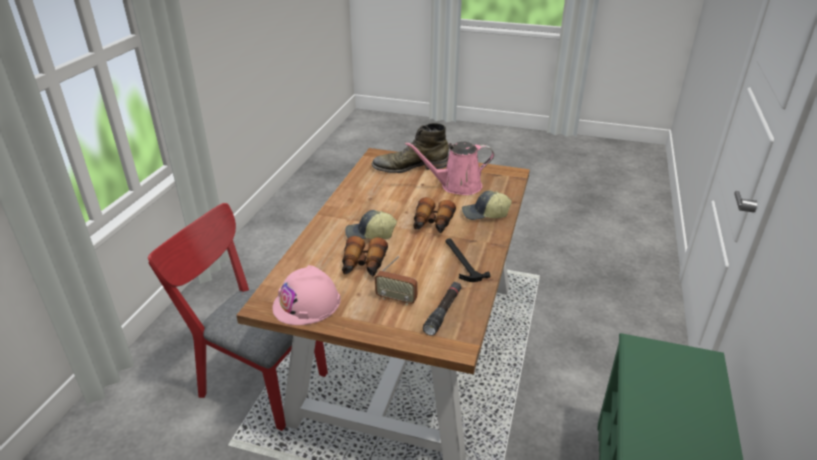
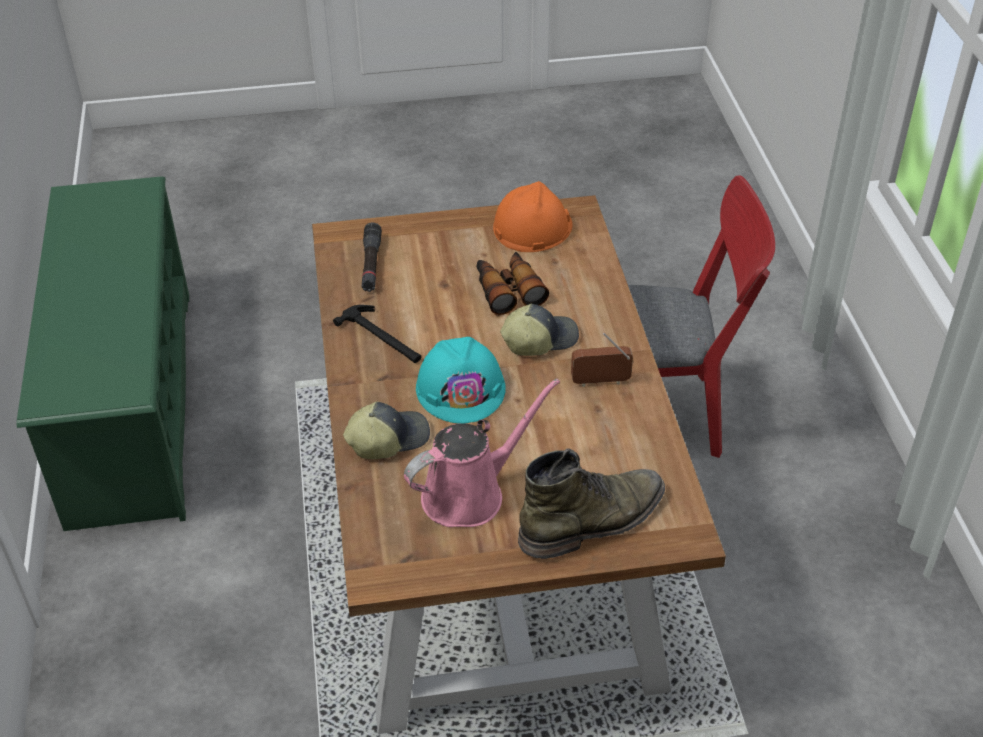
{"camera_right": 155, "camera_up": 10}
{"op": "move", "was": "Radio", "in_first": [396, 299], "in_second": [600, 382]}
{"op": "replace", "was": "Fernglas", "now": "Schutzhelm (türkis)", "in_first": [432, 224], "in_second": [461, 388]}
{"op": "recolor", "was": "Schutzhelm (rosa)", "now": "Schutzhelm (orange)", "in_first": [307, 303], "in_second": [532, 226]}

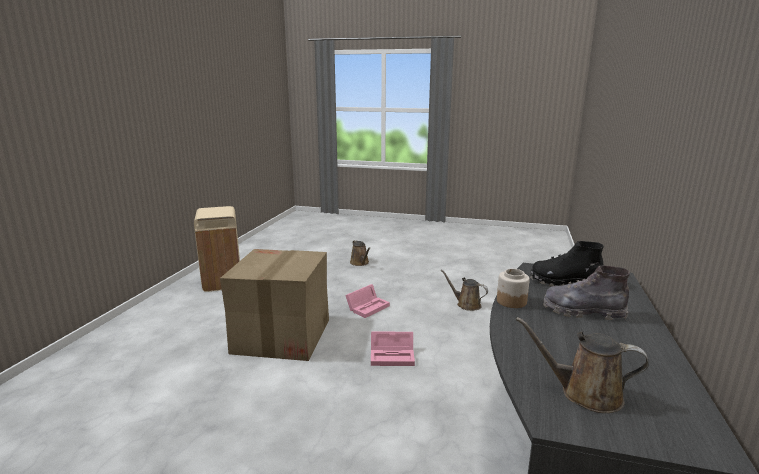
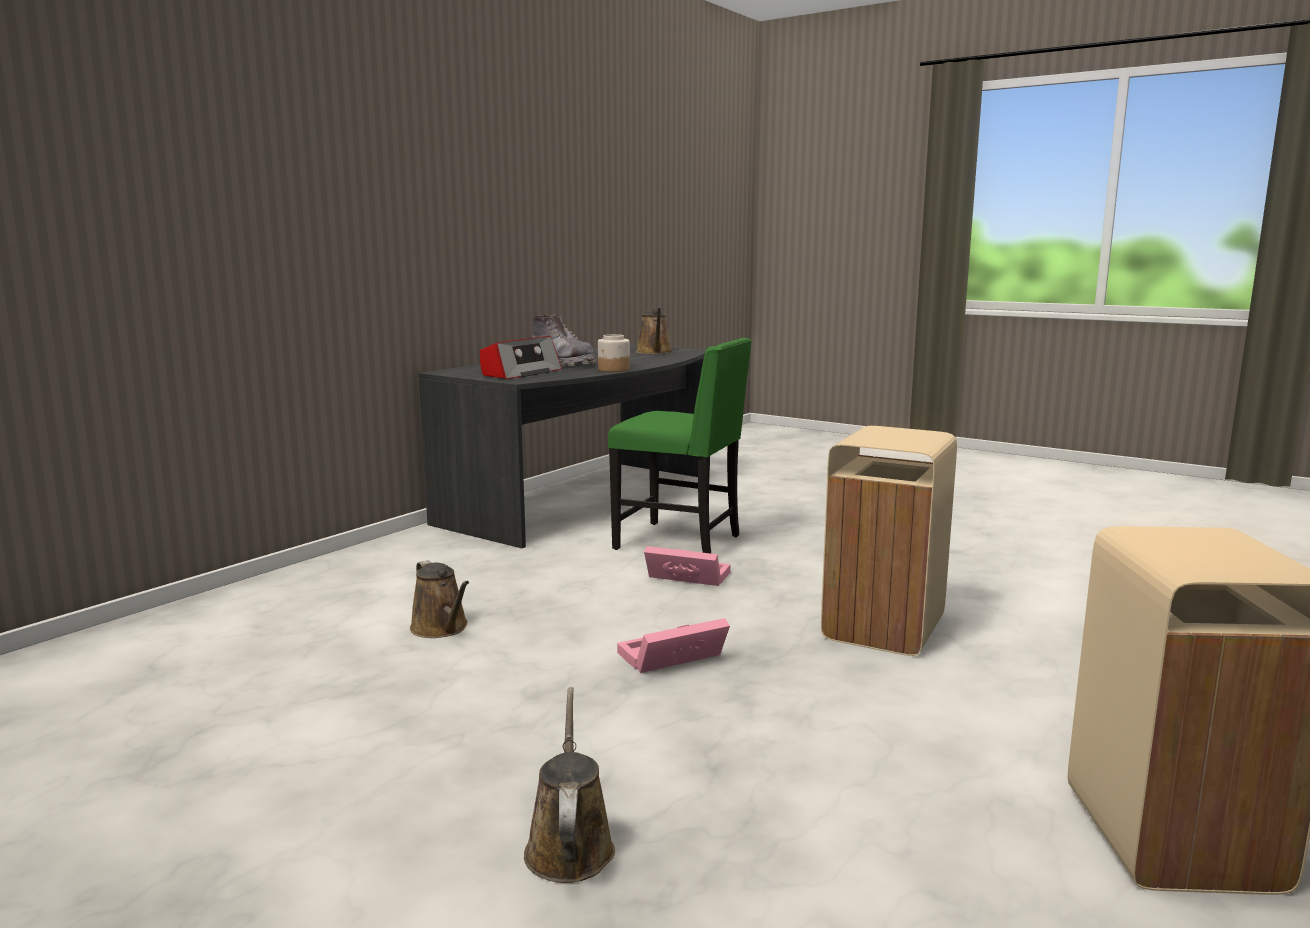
{"camera_right": -160, "camera_up": -5}
{"op": "insert", "now": "Stuhl (grün)", "in_second": [681, 542]}
{"op": "replace", "was": "Karton", "now": "Mülleimer (beige)", "in_first": [281, 336], "in_second": [885, 628]}
{"op": "replace", "was": "Stiefel (schwarz)", "now": "Radio", "in_first": [564, 282], "in_second": [520, 373]}
{"op": "rotate", "was": "Gießkanne (braun)", "in_first": [584, 393], "in_second": [654, 352], "clockwise": 45}

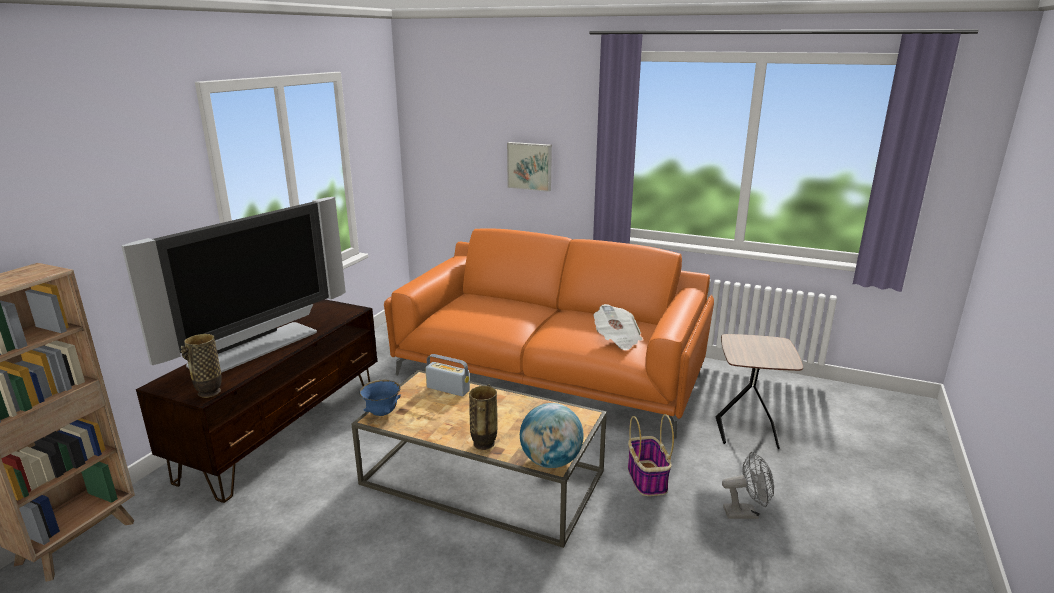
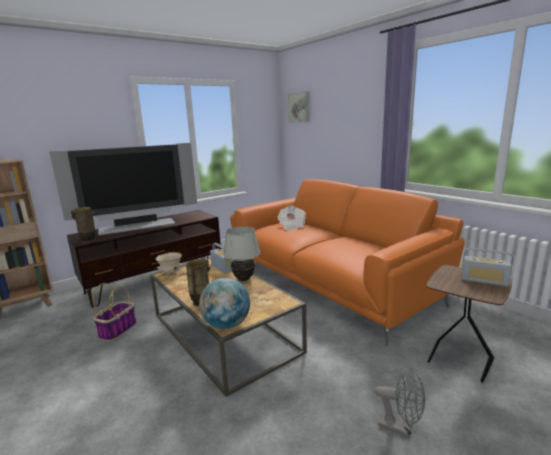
{"camera_right": 30, "camera_up": -5}
{"op": "insert", "now": "Tischlampe (weiß)", "in_second": [244, 279]}
{"op": "insert", "now": "Radio", "in_second": [484, 281]}
{"op": "move", "was": "Bild", "in_first": [530, 166], "in_second": [299, 107]}
{"op": "move", "was": "Zeitung", "in_first": [617, 339], "in_second": [291, 226]}
{"op": "move", "was": "Korb", "in_first": [646, 478], "in_second": [118, 329]}
{"op": "recolor", "was": "Schüssel (blau)", "now": "Schüssel (beige)", "in_first": [382, 413], "in_second": [171, 273]}

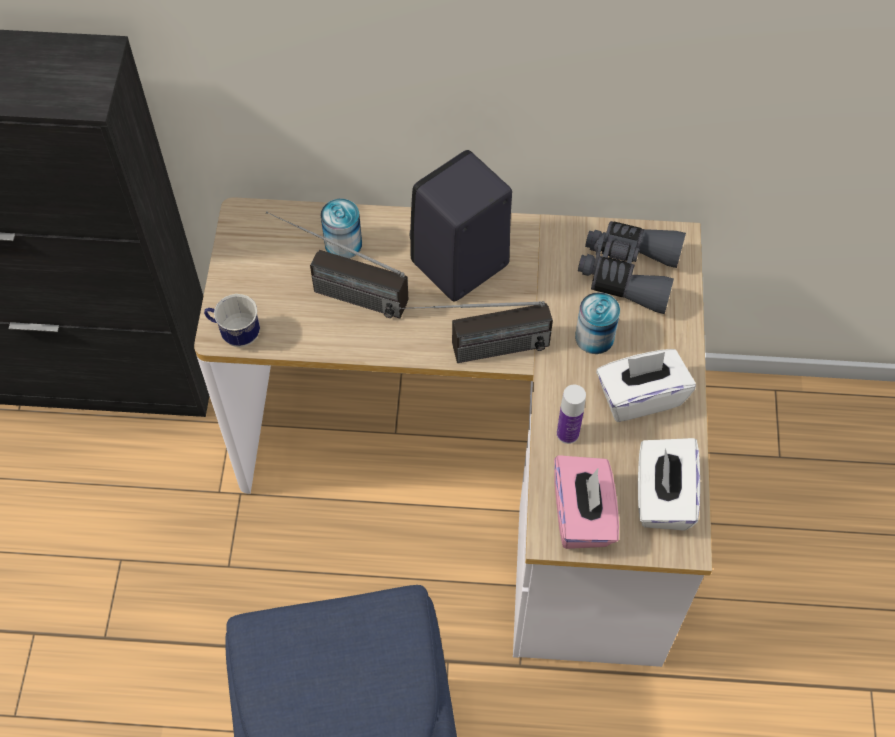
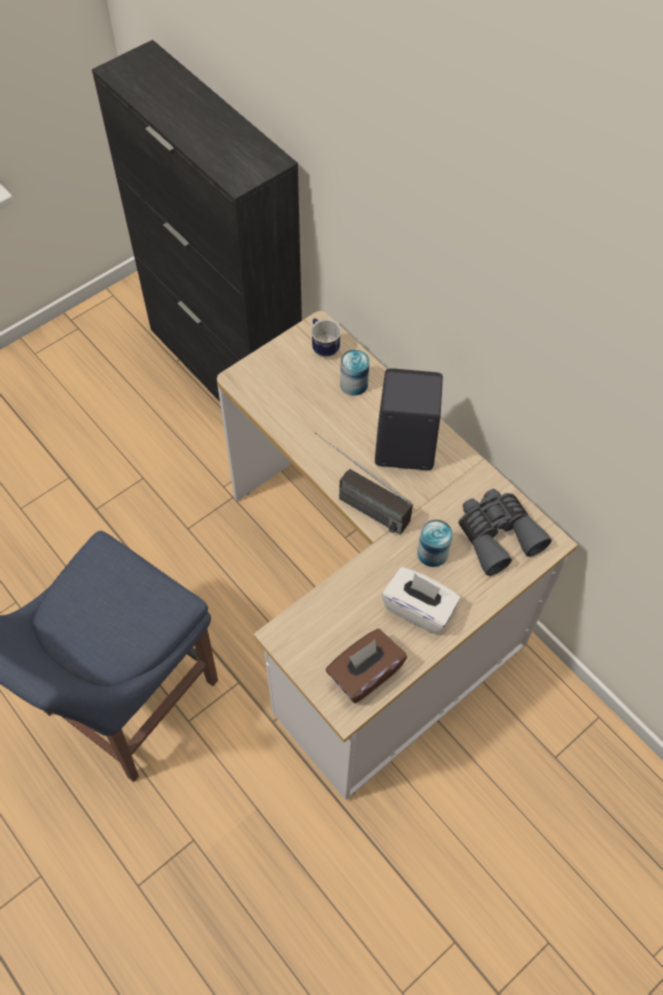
{"camera_right": 45, "camera_up": 0}
{"op": "delete", "was": "Radio", "in_first": [336, 291]}
{"op": "delete", "was": "Taschentuchbox (rosa)", "in_first": [583, 515]}
{"op": "delete", "was": "Flasche", "in_first": [567, 433]}
{"op": "move", "was": "Henkelbecher", "in_first": [235, 334], "in_second": [323, 347]}
{"op": "recolor", "was": "Taschentuchbox (weiß)", "now": "Taschentuchbox (braun)", "in_first": [662, 497], "in_second": [364, 673]}

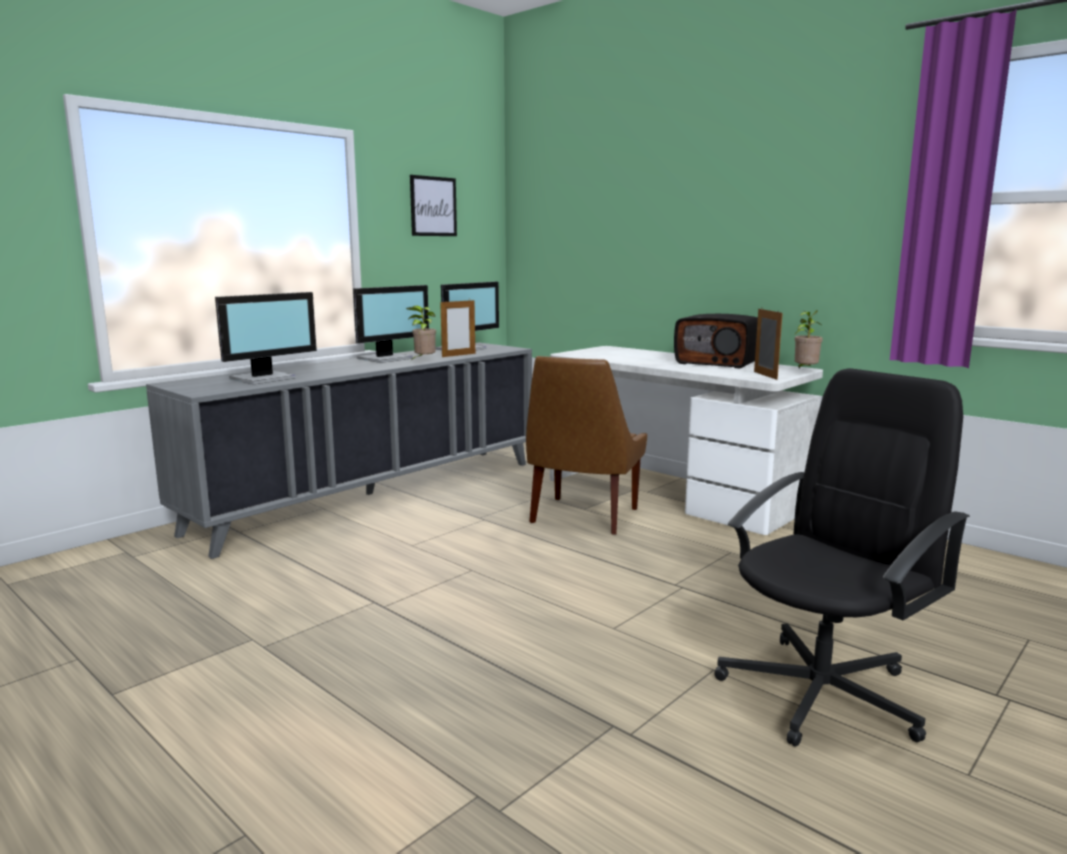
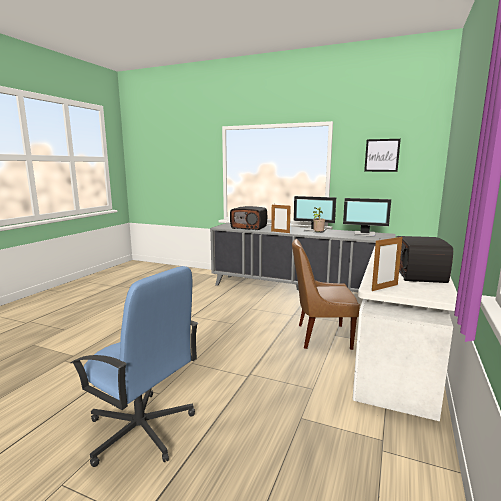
{"camera_right": 70, "camera_up": 0}
{"op": "delete", "was": "Topfpflanze", "in_first": [805, 371]}
{"op": "move", "was": "Bilderrahmen", "in_first": [458, 355], "in_second": [280, 232]}
{"op": "replace", "was": "Monitor", "now": "Radio", "in_first": [265, 378], "in_second": [249, 227]}
{"op": "recolor", "was": "Bürostuhl (schwarz)", "now": "Bürostuhl (blau)", "in_first": [823, 692], "in_second": [141, 430]}

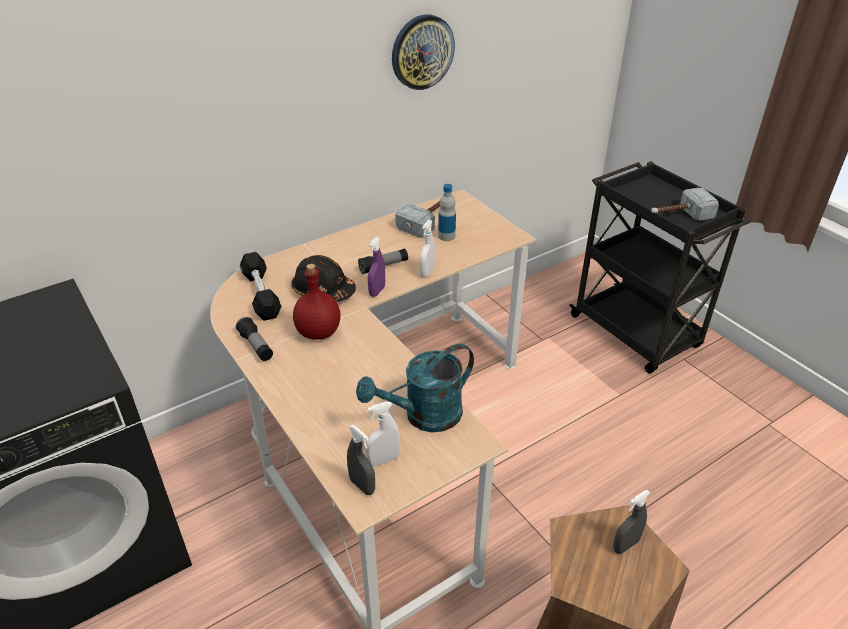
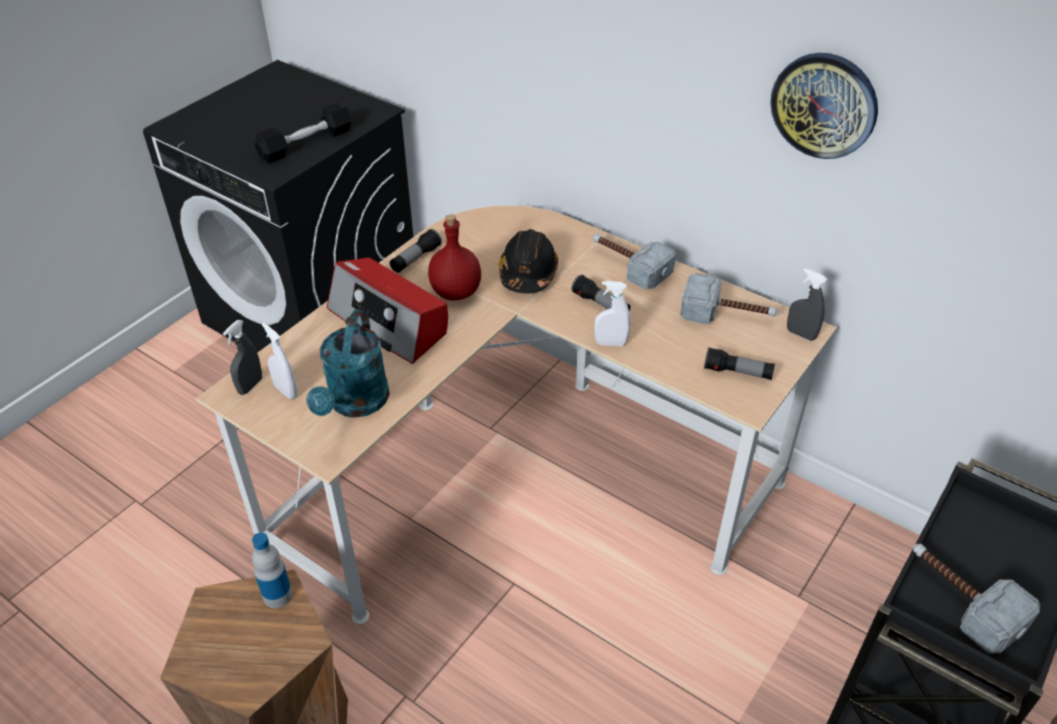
{"camera_right": 70, "camera_up": 5}
{"op": "delete", "was": "Sprühflasche (lila)", "in_first": [377, 291]}
{"op": "insert", "now": "Radio", "in_second": [389, 322]}
{"op": "insert", "now": "Hammer", "in_second": [628, 265]}
{"op": "insert", "now": "Taschenlampe", "in_second": [737, 372]}
{"op": "move", "was": "Hantel (schwarz)", "in_first": [261, 294], "in_second": [306, 143]}
{"op": "move", "was": "Flasche", "in_first": [446, 236], "in_second": [277, 595]}
{"op": "move", "was": "Sprühflasche (grau)", "in_first": [625, 545], "in_second": [801, 334]}
{"op": "rotate", "was": "Gießkanne (türkis)", "in_first": [424, 416], "in_second": [355, 404], "clockwise": -120}

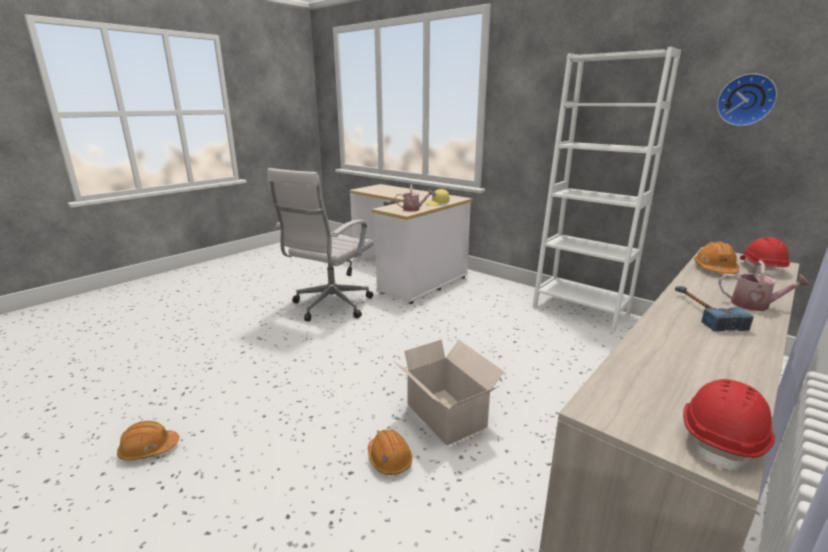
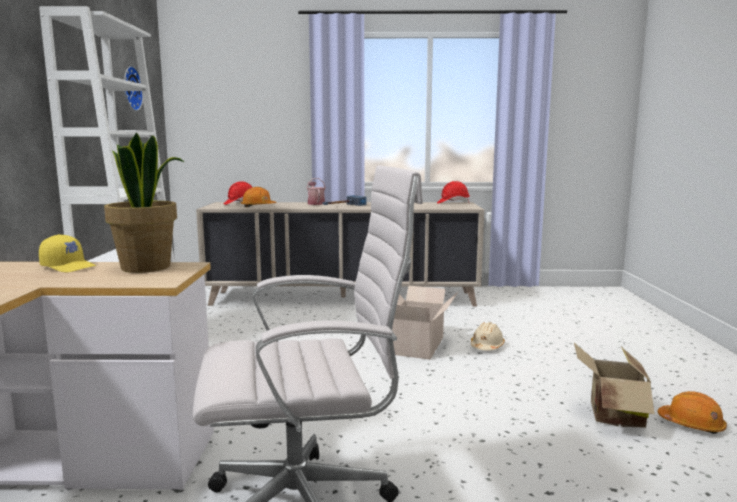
{"camera_right": -130, "camera_up": -10}
{"op": "insert", "now": "Karton", "in_second": [611, 416]}
{"op": "replace", "was": "Gießkanne", "now": "Topfpflanze", "in_first": [414, 209], "in_second": [147, 267]}
{"op": "recolor", "was": "Schutzhelm (orange)", "now": "Schutzhelm (beige)", "in_first": [389, 459], "in_second": [487, 346]}

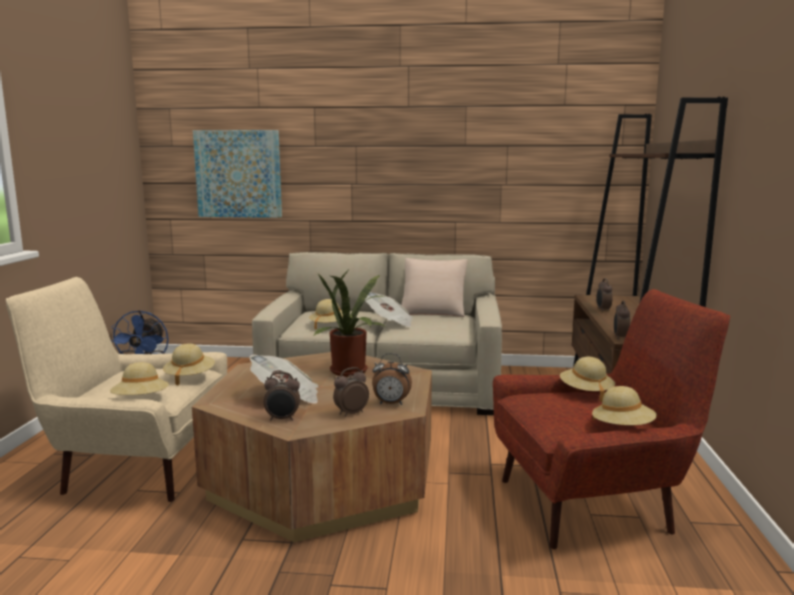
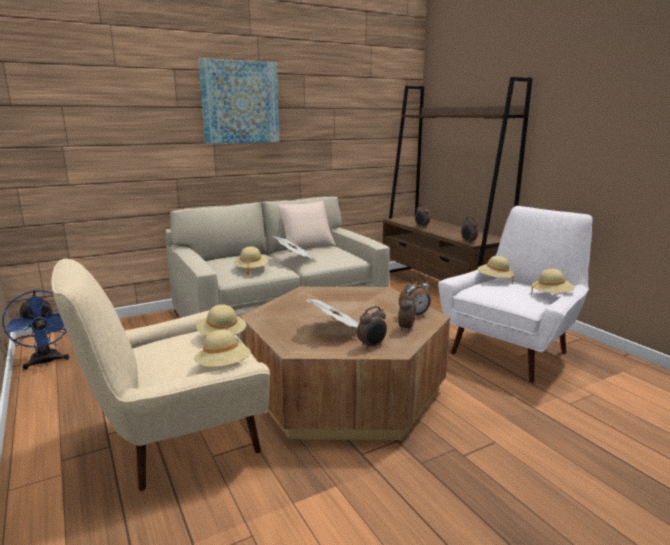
{"camera_right": -35, "camera_up": 5}
{"op": "delete", "was": "Topfpflanze", "in_first": [352, 372]}
{"op": "move", "was": "Bild", "in_first": [238, 174], "in_second": [240, 102]}
{"op": "recolor", "was": "Sessel (rot)", "now": "Sessel (weiß)", "in_first": [593, 504], "in_second": [512, 350]}

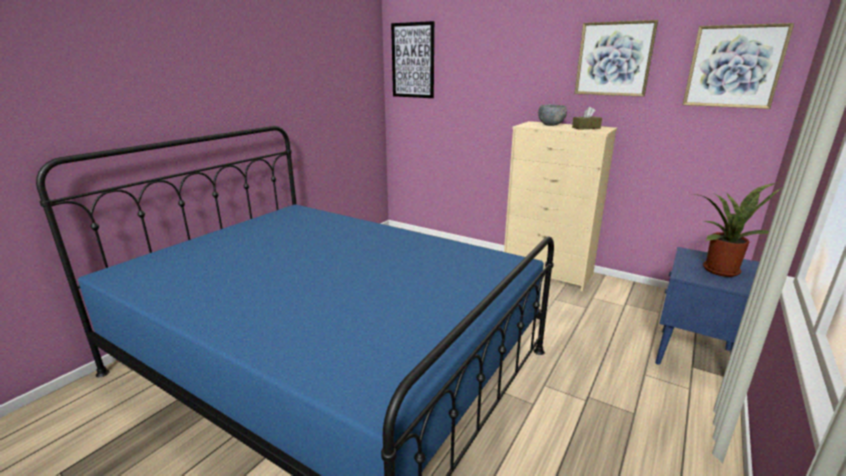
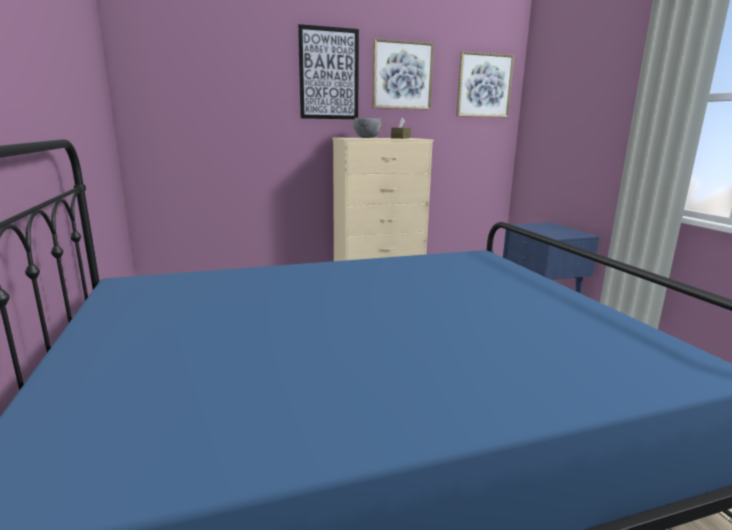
{"camera_right": -50, "camera_up": -5}
{"op": "delete", "was": "Topfpflanze", "in_first": [719, 269]}
{"op": "move", "was": "Bild", "in_first": [413, 60], "in_second": [329, 74]}

